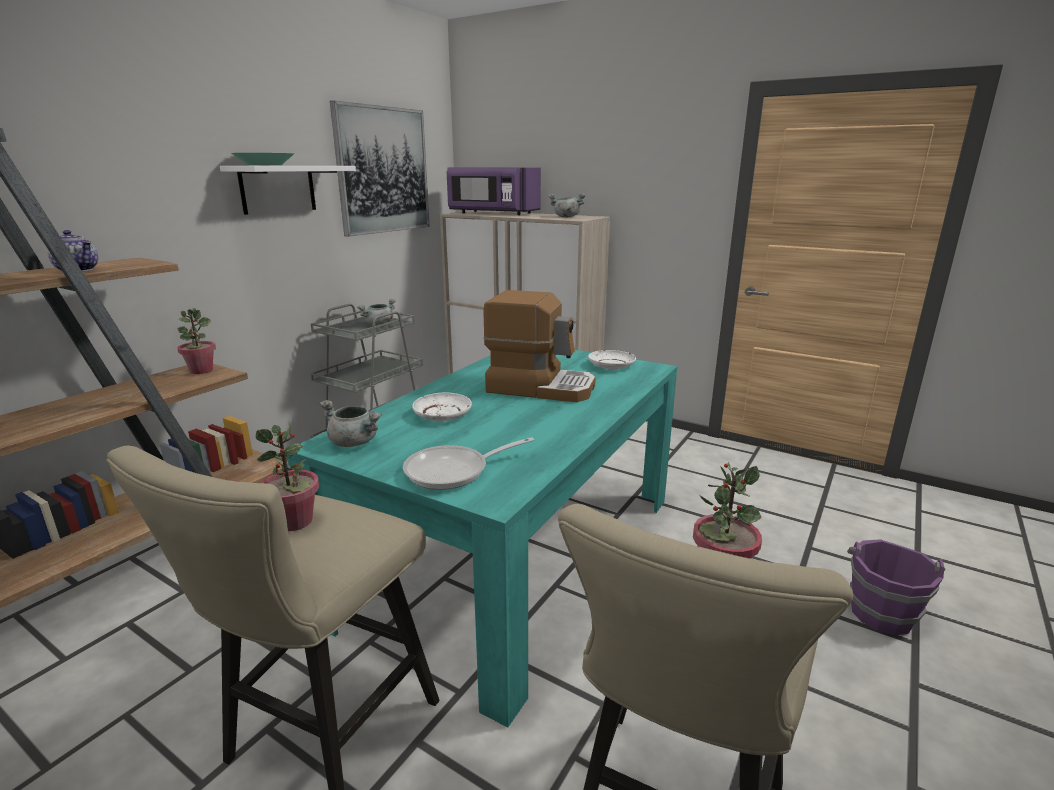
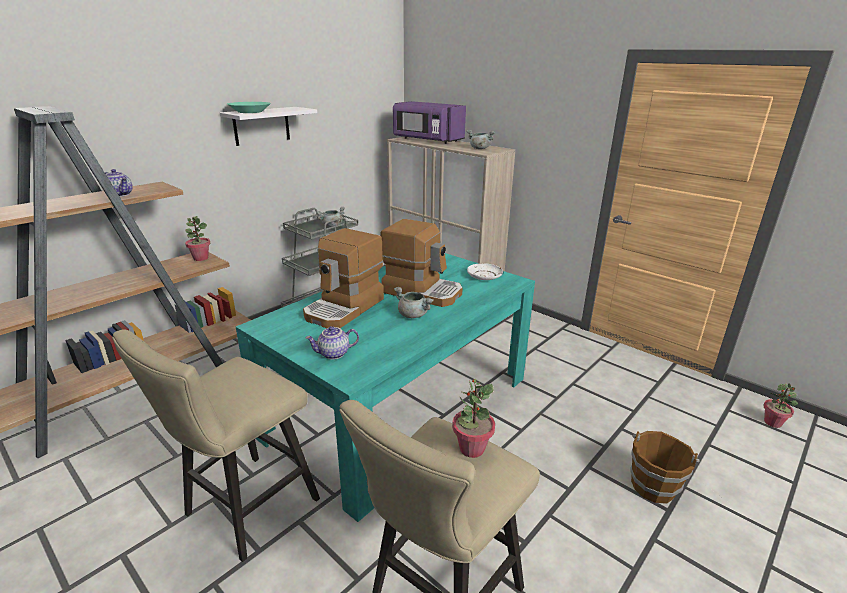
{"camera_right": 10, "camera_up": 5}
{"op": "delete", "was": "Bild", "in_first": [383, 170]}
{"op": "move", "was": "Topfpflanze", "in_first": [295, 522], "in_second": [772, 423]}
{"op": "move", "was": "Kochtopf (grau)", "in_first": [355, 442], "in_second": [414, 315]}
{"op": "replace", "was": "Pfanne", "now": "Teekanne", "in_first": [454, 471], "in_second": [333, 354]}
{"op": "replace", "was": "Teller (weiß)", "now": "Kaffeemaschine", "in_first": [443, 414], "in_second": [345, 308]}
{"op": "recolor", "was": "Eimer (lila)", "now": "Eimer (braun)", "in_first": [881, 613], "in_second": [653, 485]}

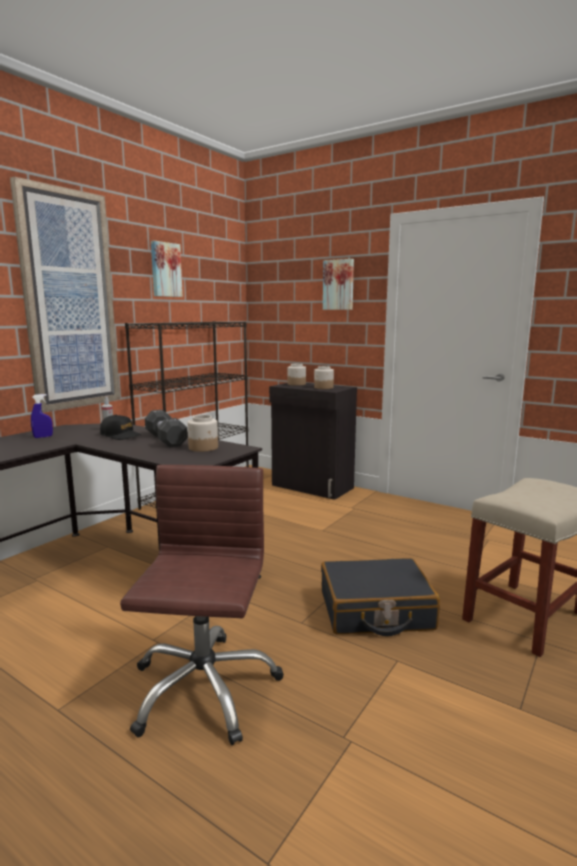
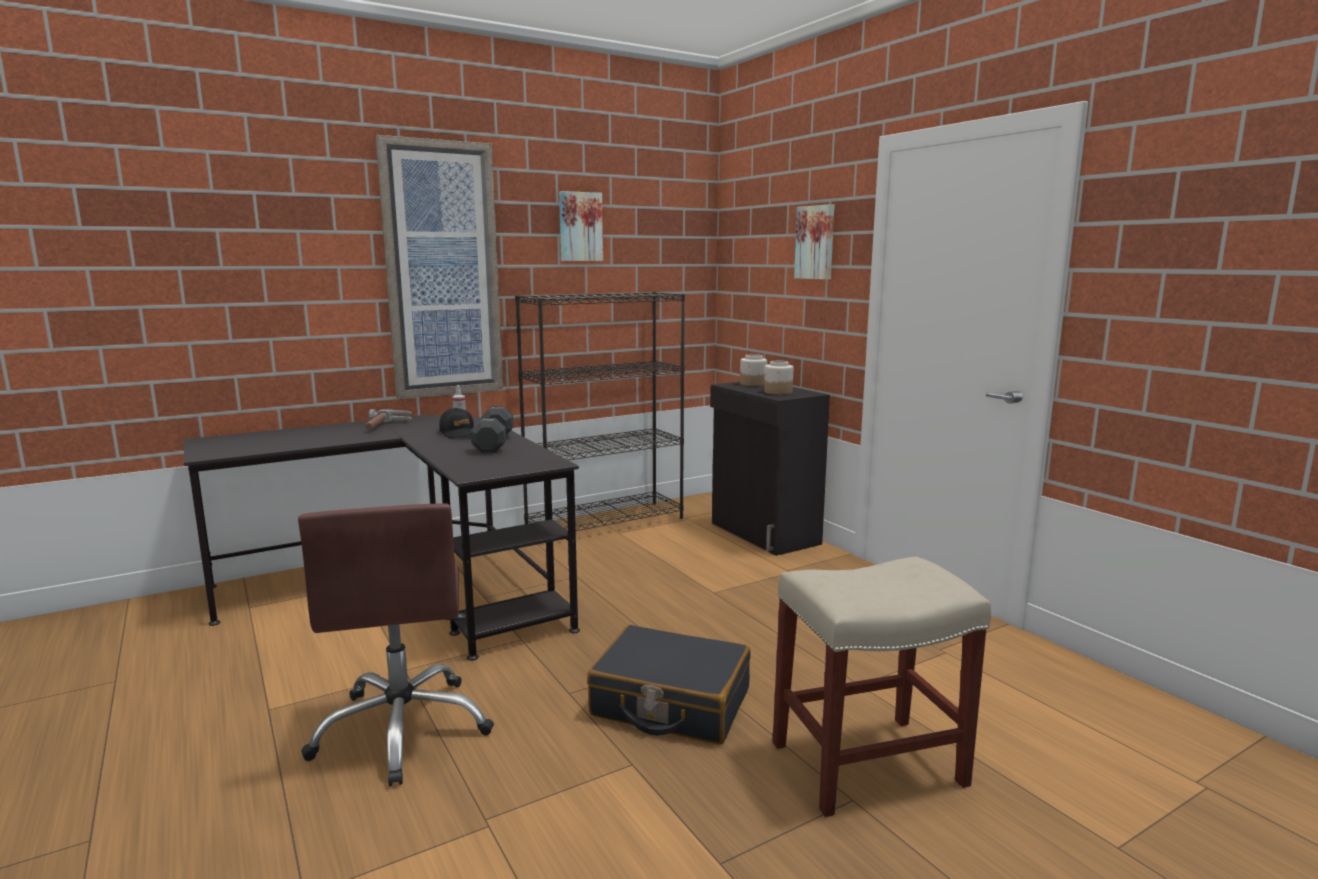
{"camera_right": 25, "camera_up": 0}
{"op": "delete", "was": "Vorratsglas", "in_first": [203, 448]}
{"op": "replace", "was": "Sprühflasche (blau)", "now": "Hammer", "in_first": [43, 437], "in_second": [385, 426]}
{"op": "rotate", "was": "Bürostuhl (braun)", "in_first": [203, 688], "in_second": [403, 729], "clockwise": 135}

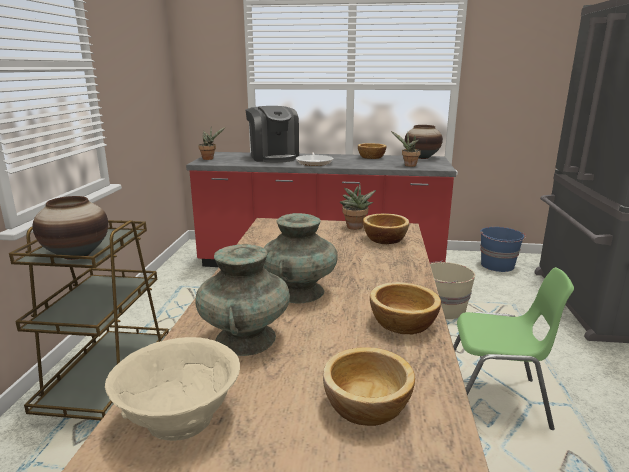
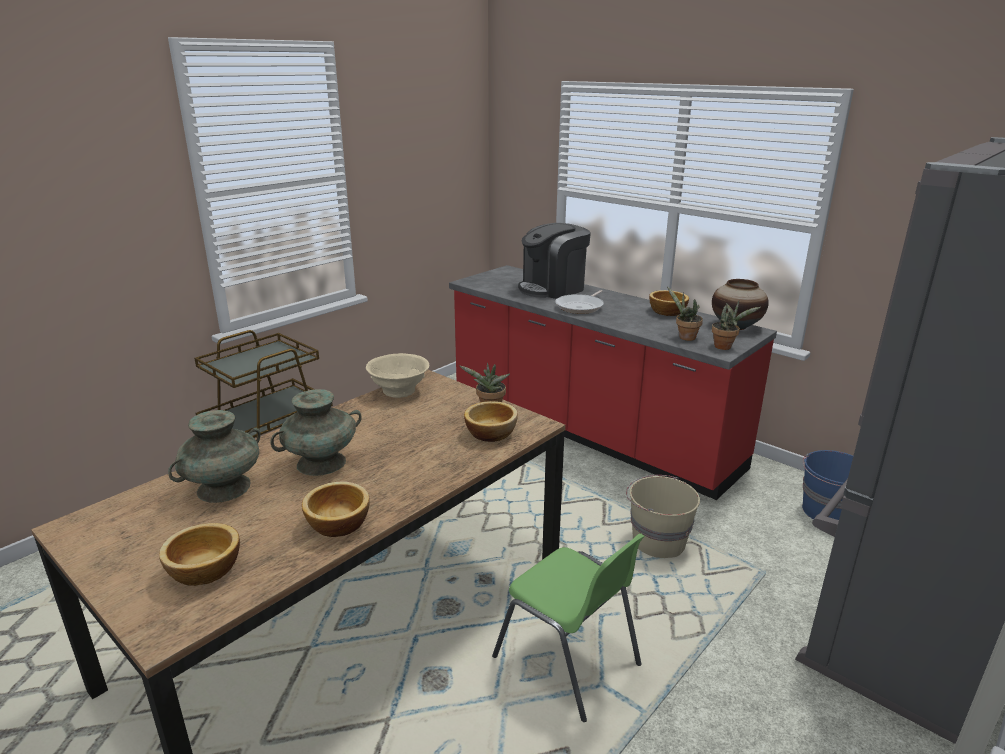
{"camera_right": 35, "camera_up": 5}
{"op": "delete", "was": "Vase", "in_first": [77, 255]}
{"op": "move", "was": "Schüssel (beige)", "in_first": [179, 418], "in_second": [399, 391]}
{"op": "move", "was": "Topfpflanze", "in_first": [209, 158], "in_second": [725, 347]}
{"op": "rotate", "was": "Kaffeemaschine", "in_first": [273, 157], "in_second": [552, 288], "clockwise": 45}

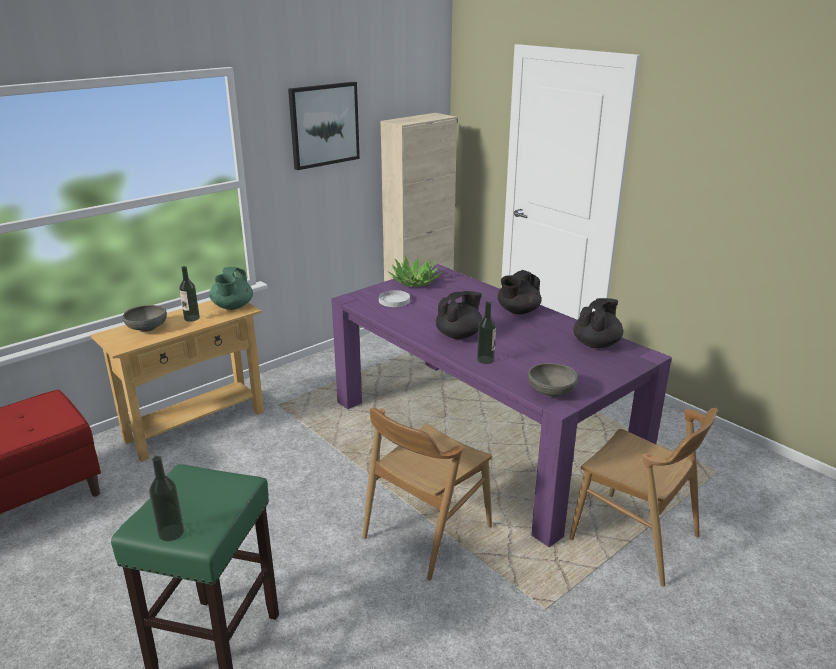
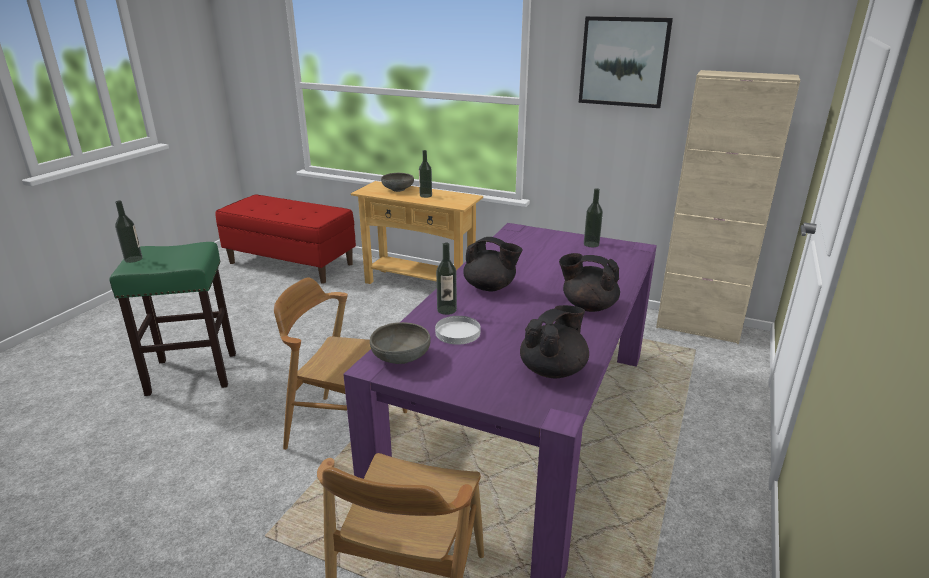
{"camera_right": 65, "camera_up": 0}
{"op": "delete", "was": "Teekanne (grün)", "in_first": [232, 307]}
{"op": "move", "was": "Teller (weiß)", "in_first": [394, 300], "in_second": [457, 332]}
{"op": "replace", "was": "Topfpflanze", "now": "Flasche", "in_first": [415, 282], "in_second": [591, 244]}
{"op": "rotate", "was": "Teekanne (schwarz)", "in_first": [596, 344], "in_second": [553, 370], "clockwise": -60}

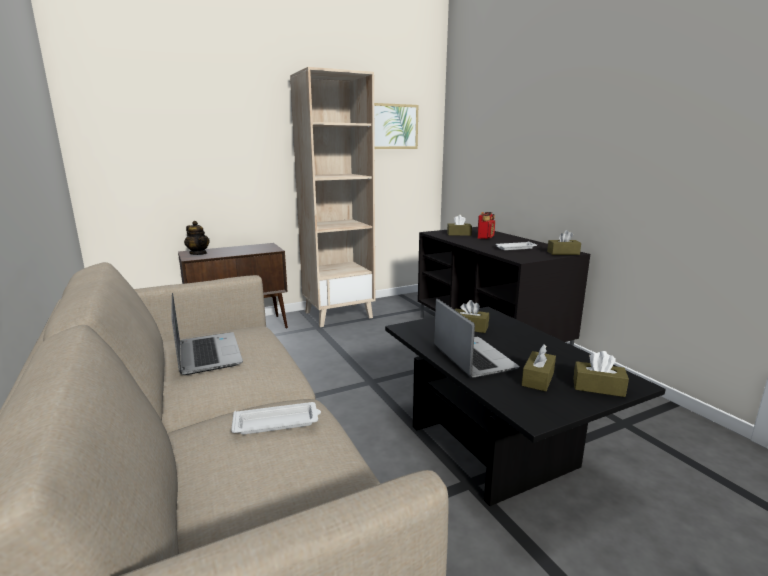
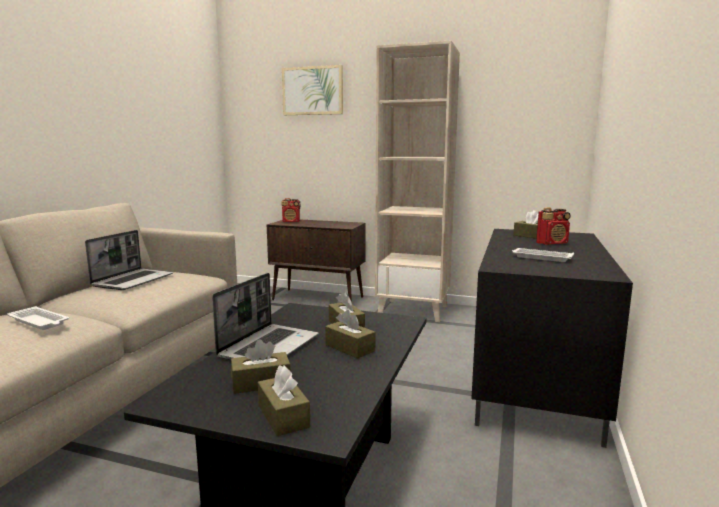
{"camera_right": 45, "camera_up": -5}
{"op": "move", "was": "Bild", "in_first": [390, 126], "in_second": [312, 91]}
{"op": "move", "was": "Taschentuchbox (braun)", "in_first": [563, 253], "in_second": [350, 348]}
{"op": "replace", "was": "Teekanne", "now": "Radio", "in_first": [198, 253], "in_second": [291, 221]}

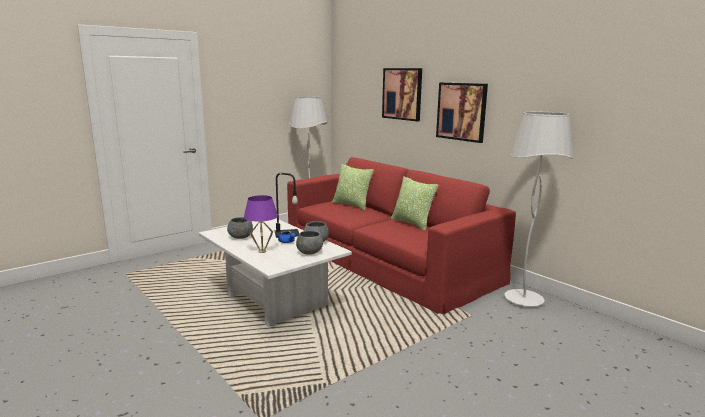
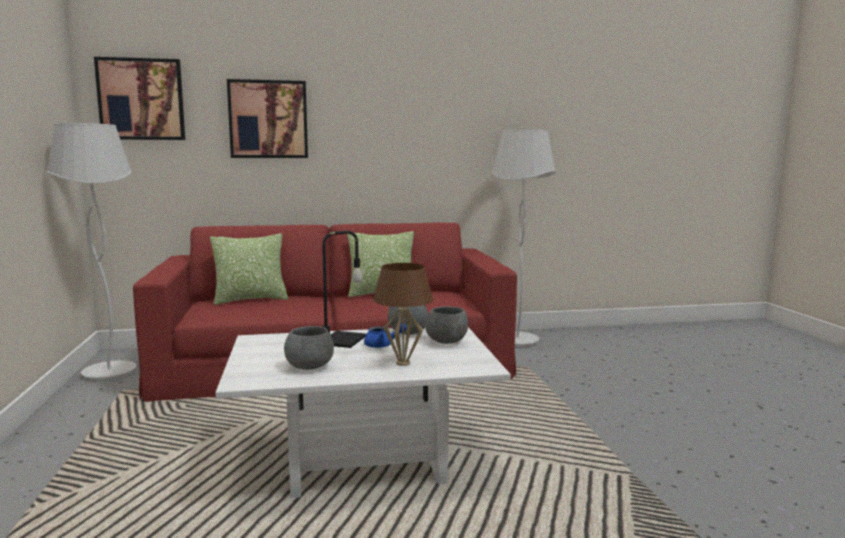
{"camera_right": -60, "camera_up": -5}
{"op": "move", "was": "Bild", "in_first": [461, 111], "in_second": [141, 99]}
{"op": "recolor", "was": "Tischlampe (lila)", "now": "Tischlampe (braun)", "in_first": [262, 251], "in_second": [403, 363]}

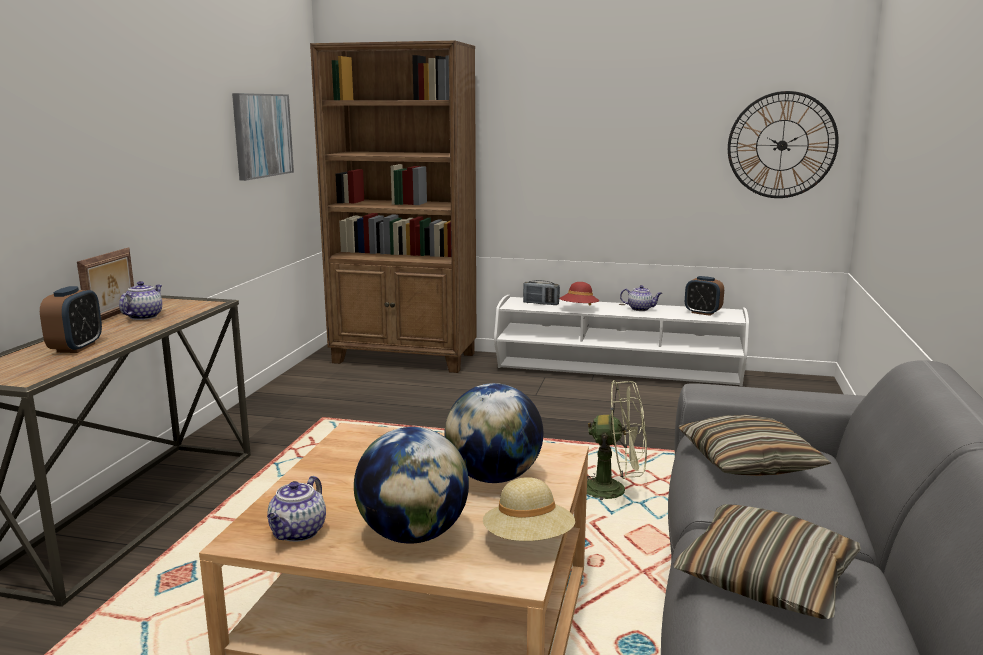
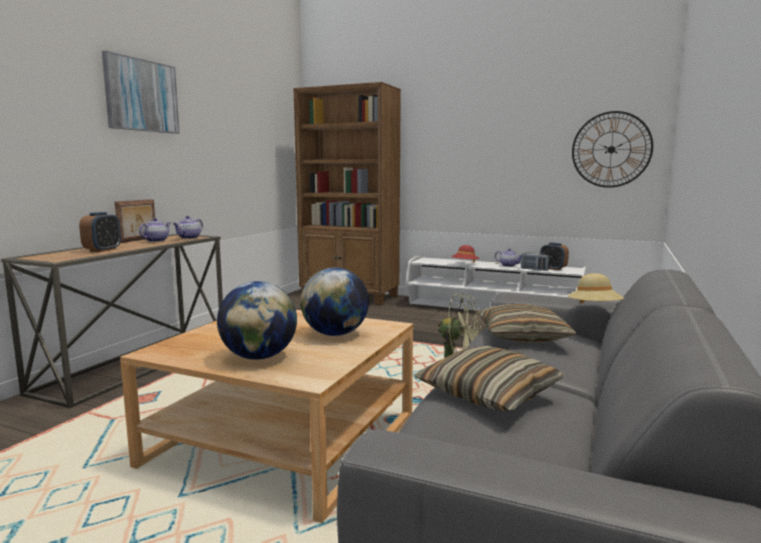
{"camera_right": 10, "camera_up": -5}
{"op": "move", "was": "Bild", "in_first": [262, 135], "in_second": [141, 95]}
{"op": "move", "was": "Teekanne", "in_first": [298, 533], "in_second": [189, 238]}
{"op": "move", "was": "Hut (beige)", "in_first": [528, 541], "in_second": [594, 309]}
{"op": "move", "was": "Radio", "in_first": [541, 303], "in_second": [534, 269]}

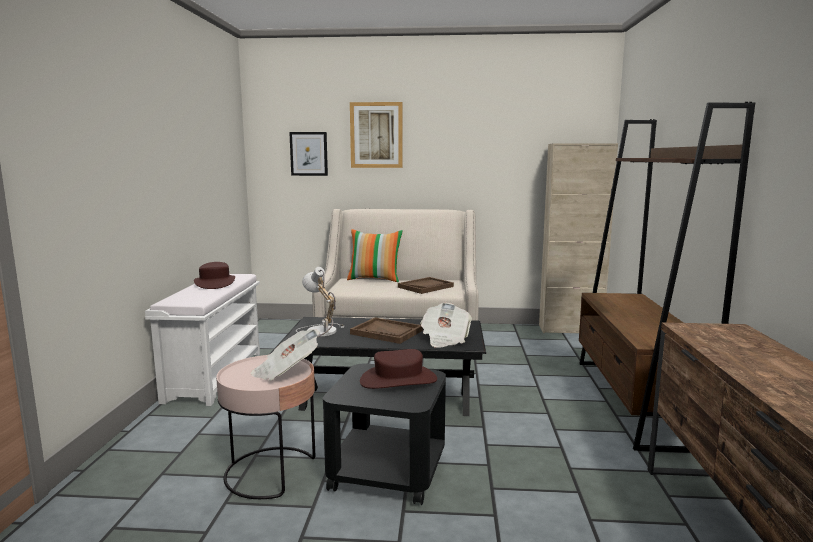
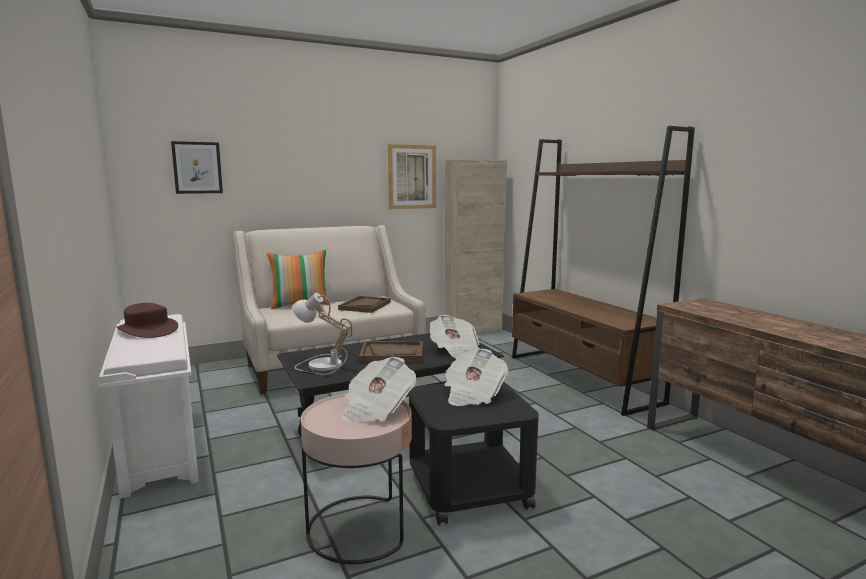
{"camera_right": -30, "camera_up": 0}
{"op": "move", "was": "Bild", "in_first": [376, 135], "in_second": [412, 177]}
{"op": "replace", "was": "Hut (braun)", "now": "Zeitung", "in_first": [398, 380], "in_second": [473, 394]}

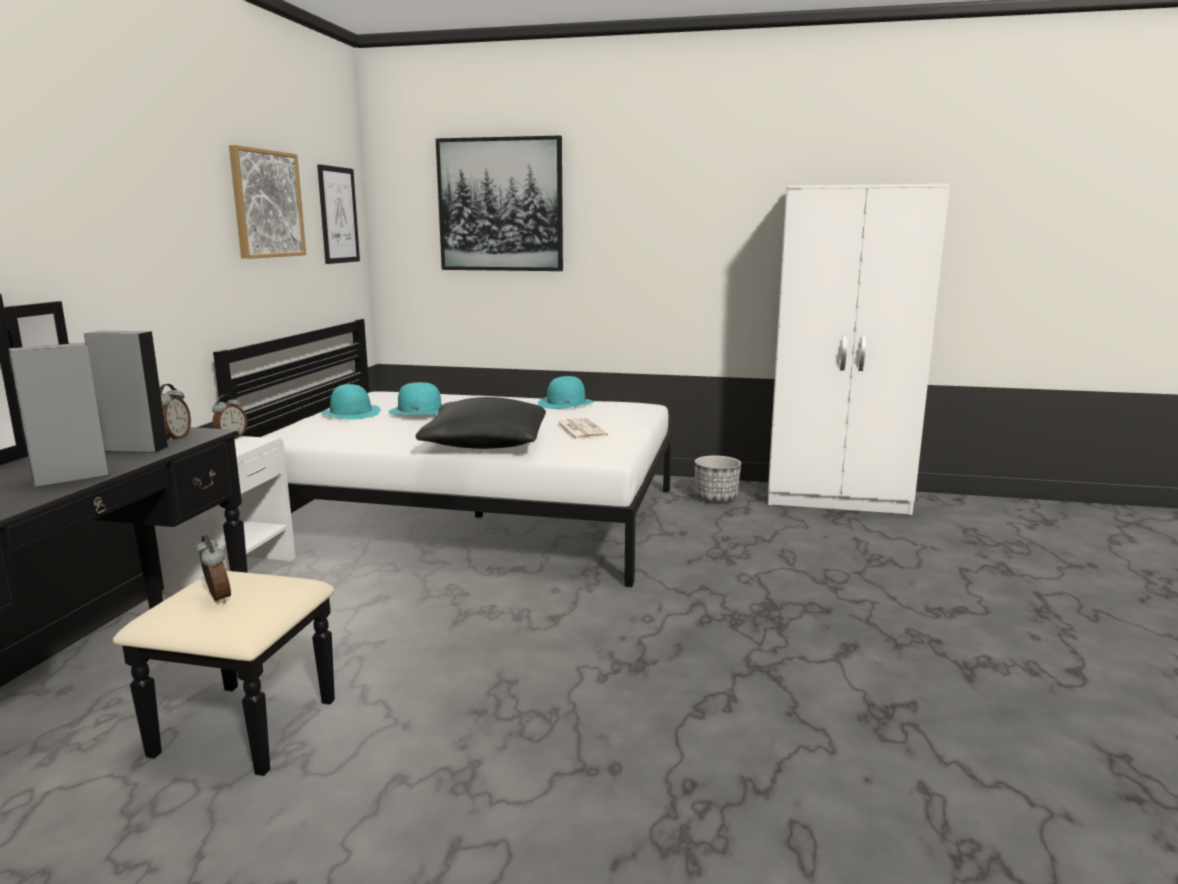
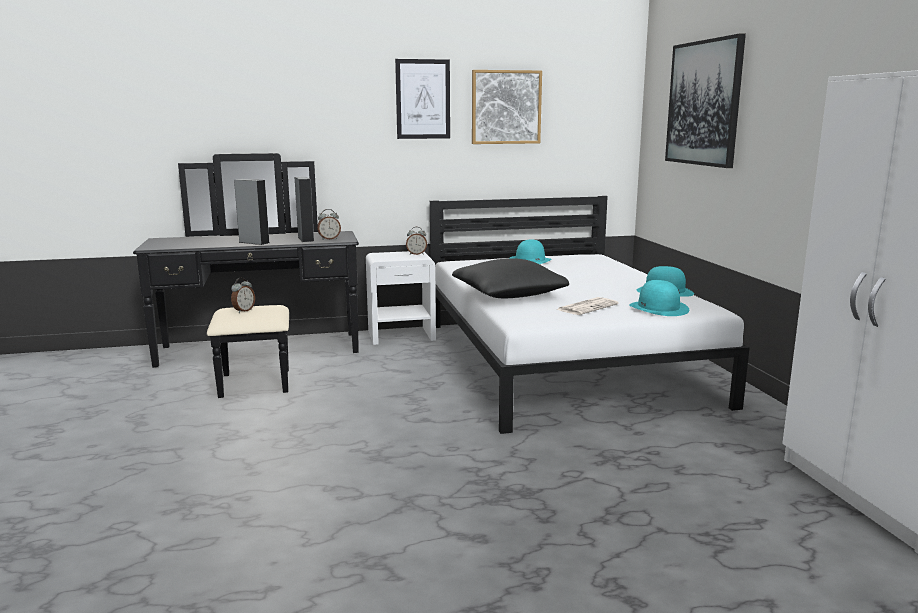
{"camera_right": 65, "camera_up": 0}
{"op": "delete", "was": "Pflanzkübel", "in_first": [716, 498]}
{"op": "move", "was": "Bild", "in_first": [338, 215], "in_second": [423, 99]}
{"op": "move", "was": "Hut (türkis)", "in_first": [420, 410], "in_second": [659, 308]}

